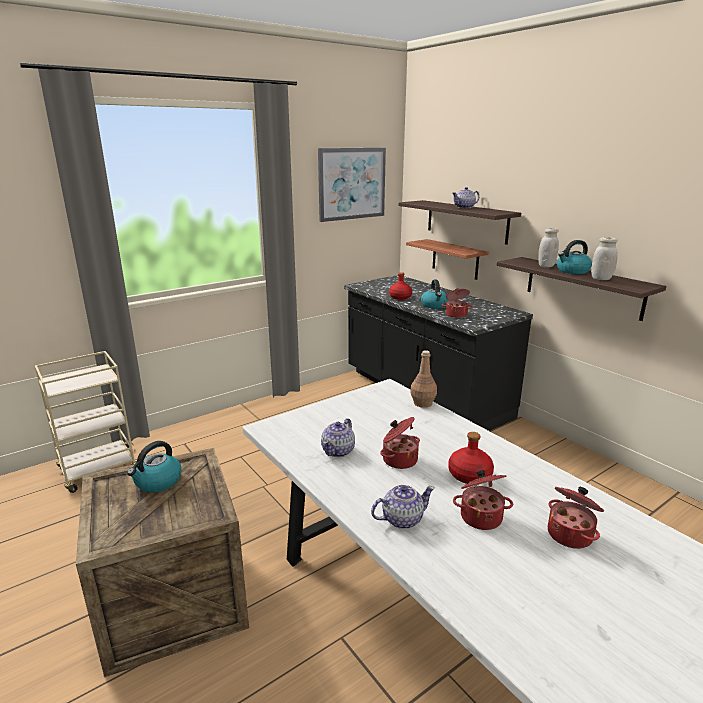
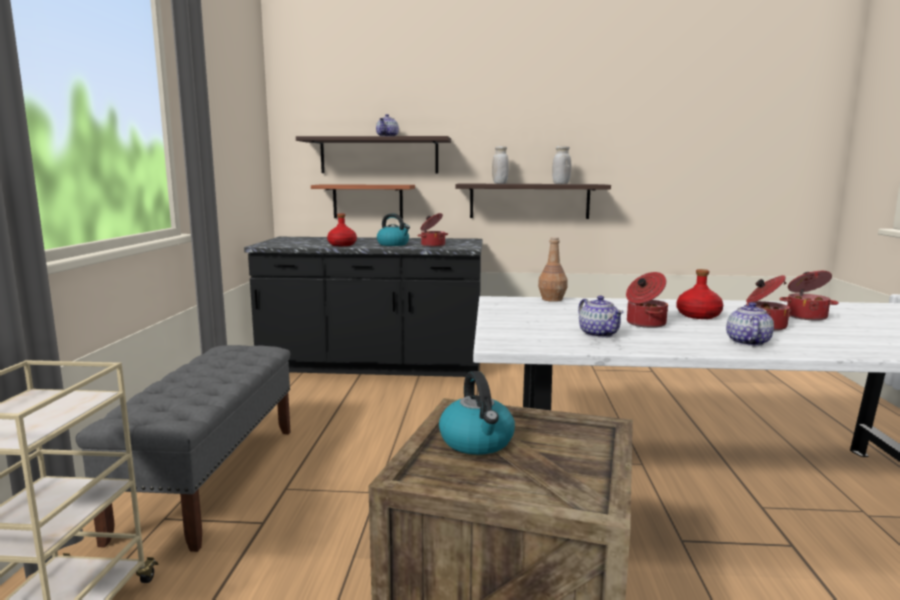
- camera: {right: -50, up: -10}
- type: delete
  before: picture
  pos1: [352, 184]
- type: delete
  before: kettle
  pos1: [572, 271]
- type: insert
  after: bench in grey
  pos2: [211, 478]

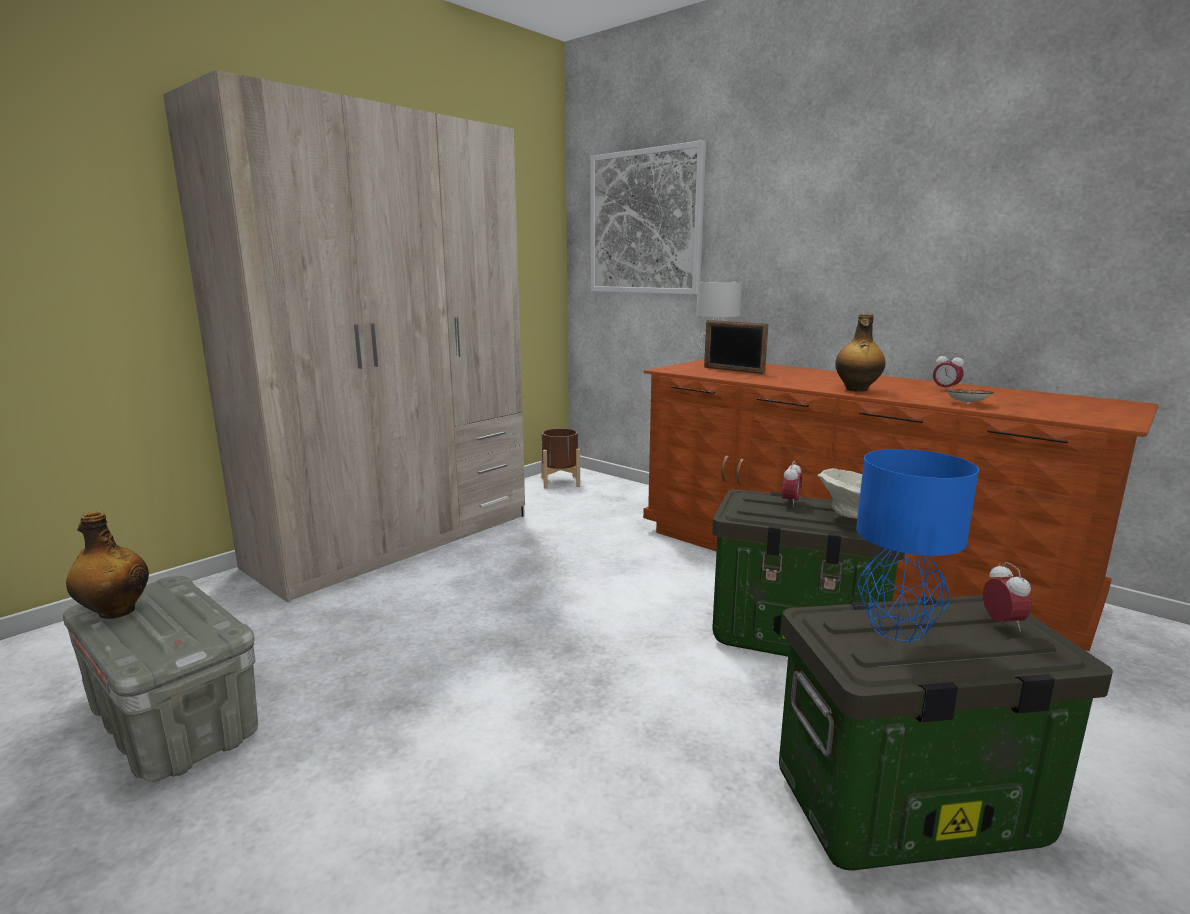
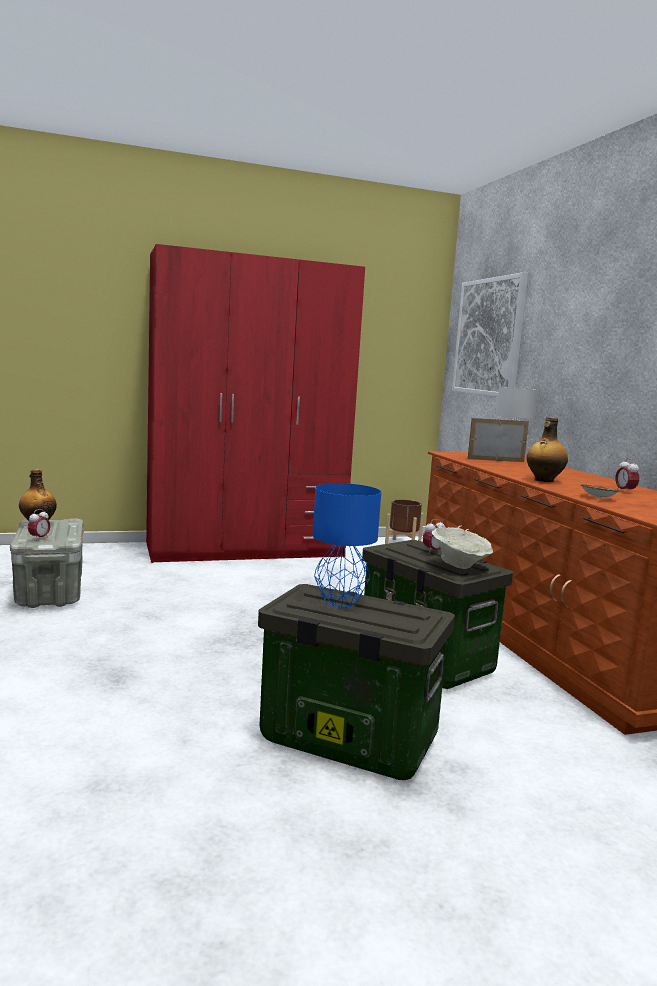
- camera: {right: 30, up: -5}
- type: move
  before: alarm clock
  pos1: [1002, 623]
  pos2: [39, 538]
- type: recolor
  before: wardrobe in beige
  after: wardrobe in red
  pos1: [396, 539]
  pos2: [246, 549]
- type: rotate
  before: picture frame
  pos1: [733, 370]
  pos2: [495, 460]
  turn: 105

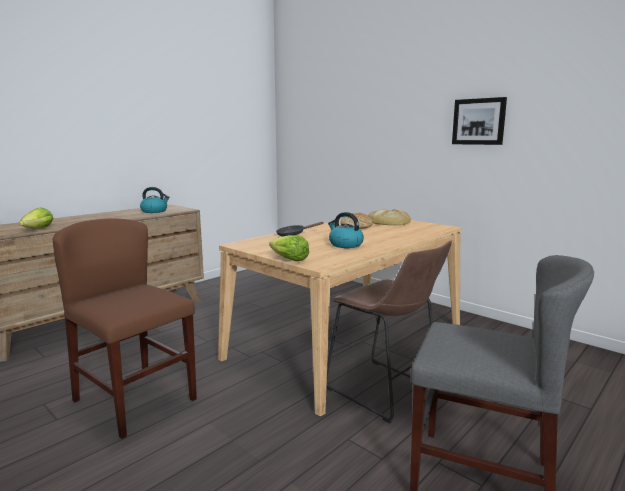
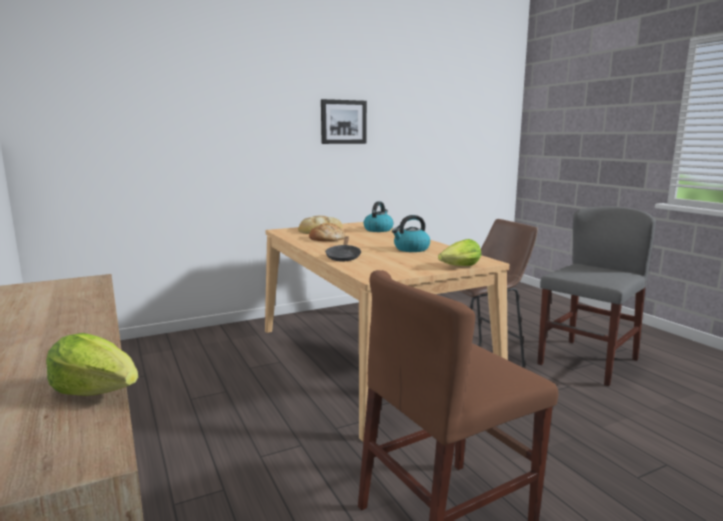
- camera: {right: -70, up: 0}
- type: move
  before: kettle
  pos1: [155, 211]
  pos2: [378, 229]

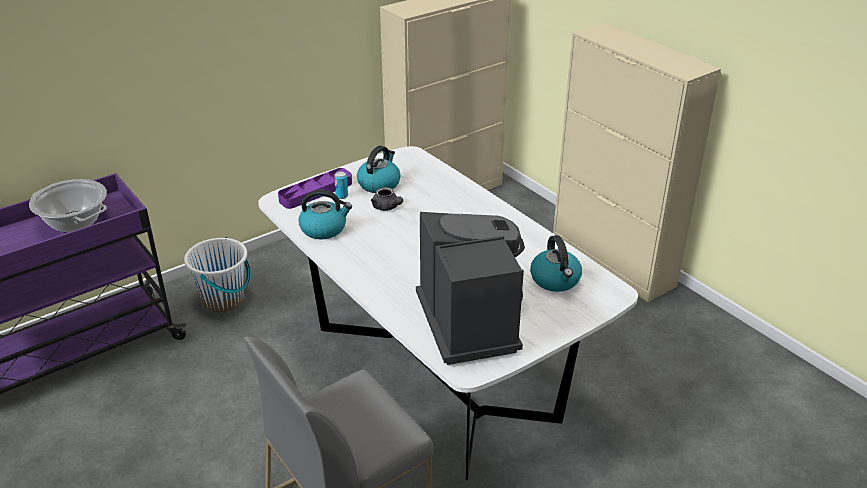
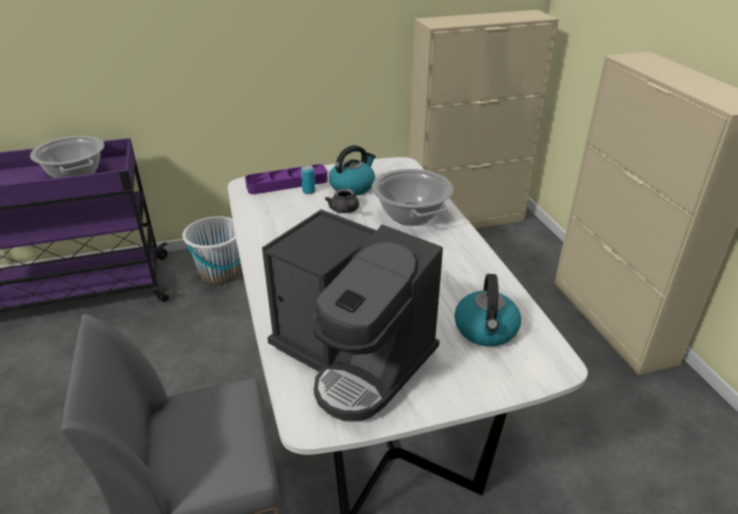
- camera: {right: 20, up: 0}
- type: delete
  before: kettle
  pos1: [324, 229]
- type: insert
  after: cooking pot
  pos2: [411, 215]
- type: rotate
  before: coffee machine
  pos1: [470, 321]
  pos2: [353, 357]
  turn: 120

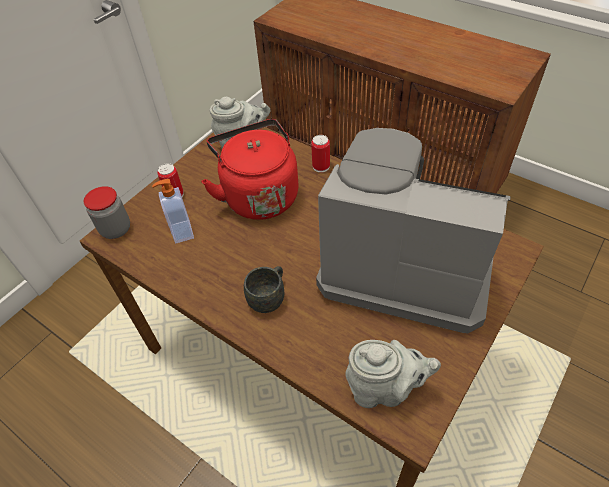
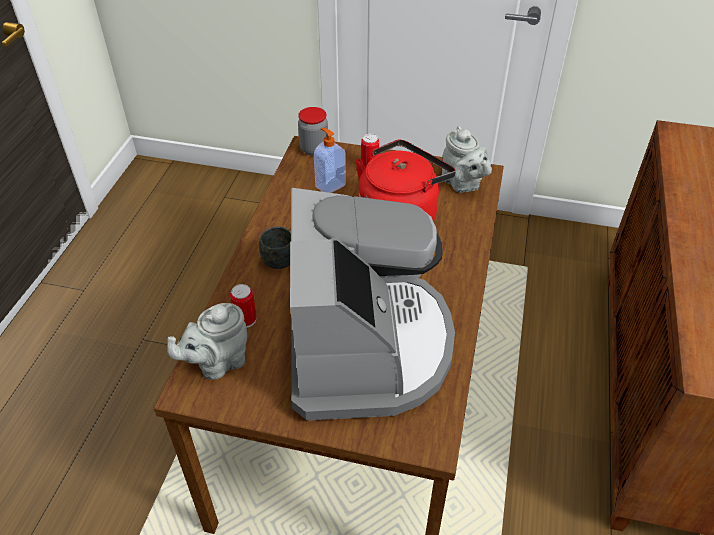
- camera: {right: 65, up: -5}
- type: move
  before: can
  pos1: [321, 166]
  pos2: [245, 320]
- type: rotate
  before: teapot in grey
  pos1: [383, 389]
  pos2: [218, 363]
  turn: 75

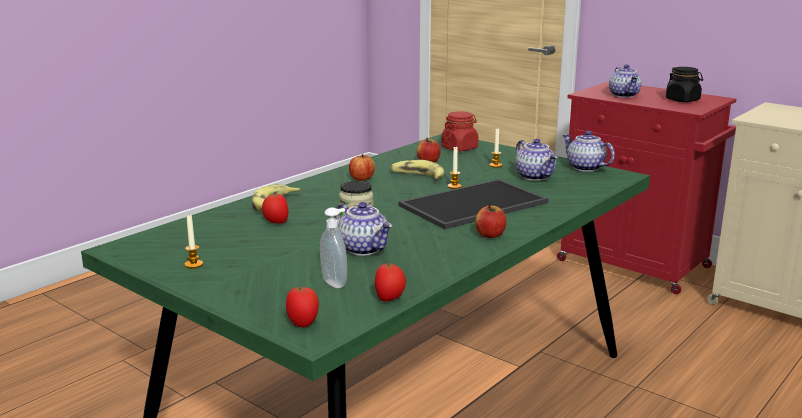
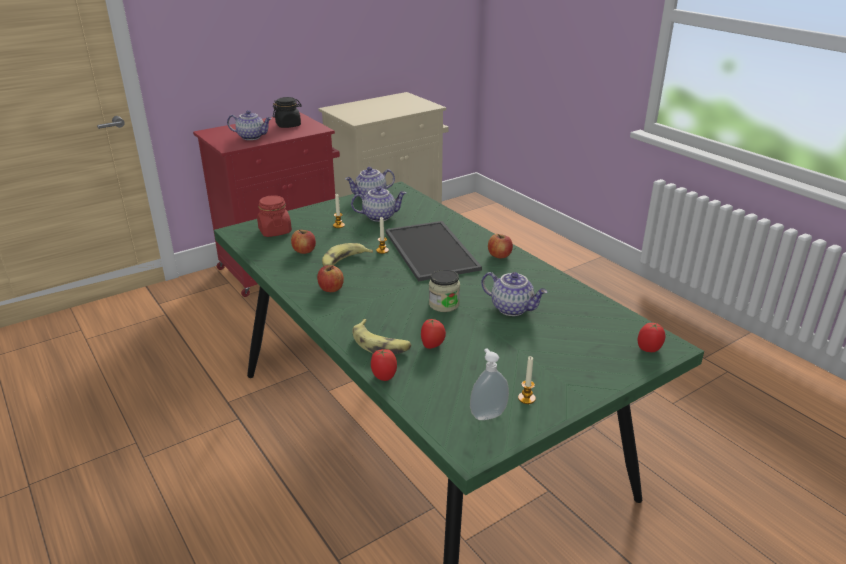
- camera: {right: -75, up: 10}
- type: move
  before: soap dispenser
  pos1: [335, 283]
  pos2: [487, 414]
- type: move
  before: tomato
  pos1: [390, 299]
  pos2: [384, 376]
- type: rotate
  before: teapot
  pos1: [364, 249]
  pos2: [512, 308]
  turn: 60

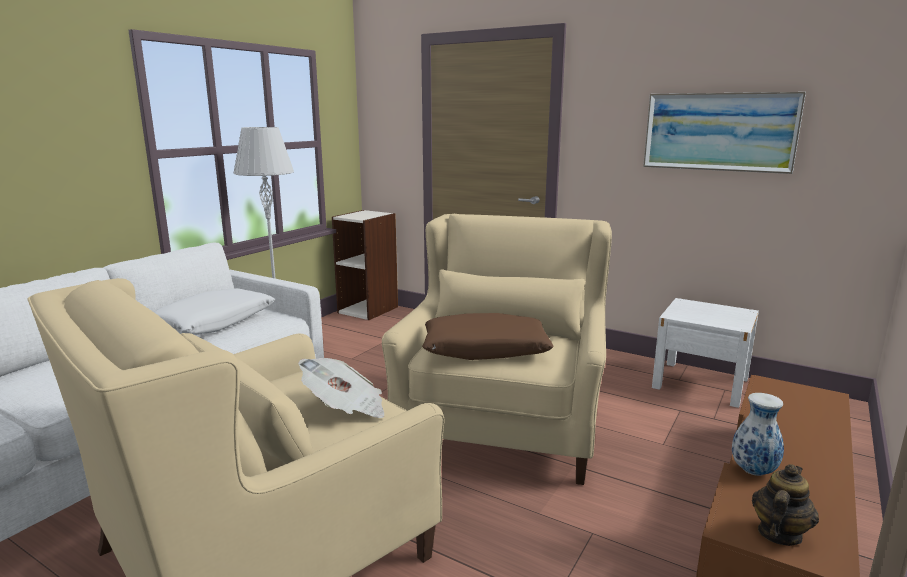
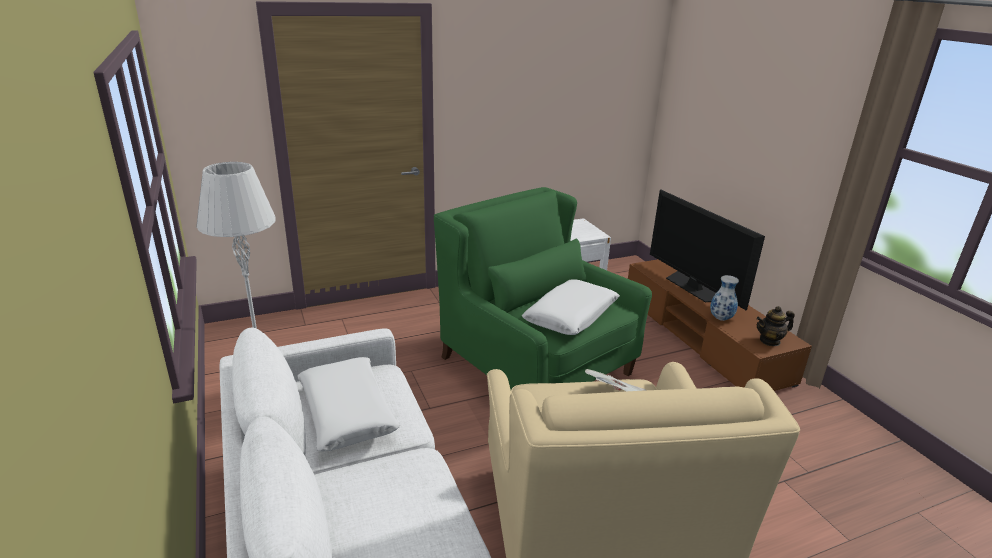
- camera: {right: -55, up: 10}
- type: delete
  before: bookcase
  pos1: [368, 309]
- type: delete
  before: picture
  pos1: [719, 132]
- type: insert
  after: television
  pos2: [694, 288]
- type: recolor
  before: armchair in beige
  after: armchair in green
  pos1: [503, 423]
  pos2: [535, 366]
- type: recolor
  before: pillow in brown
  after: pillow in white
  pos1: [485, 349]
  pos2: [571, 316]
- type: rotate
  before: teapot
  pos1: [778, 533]
  pos2: [770, 341]
  turn: -90

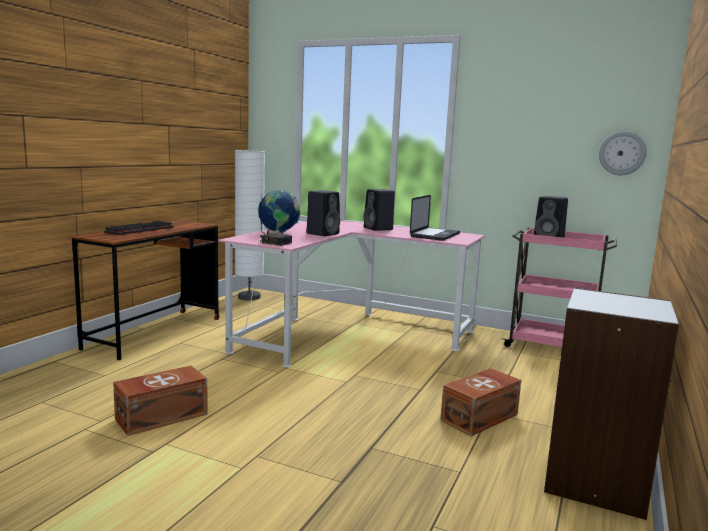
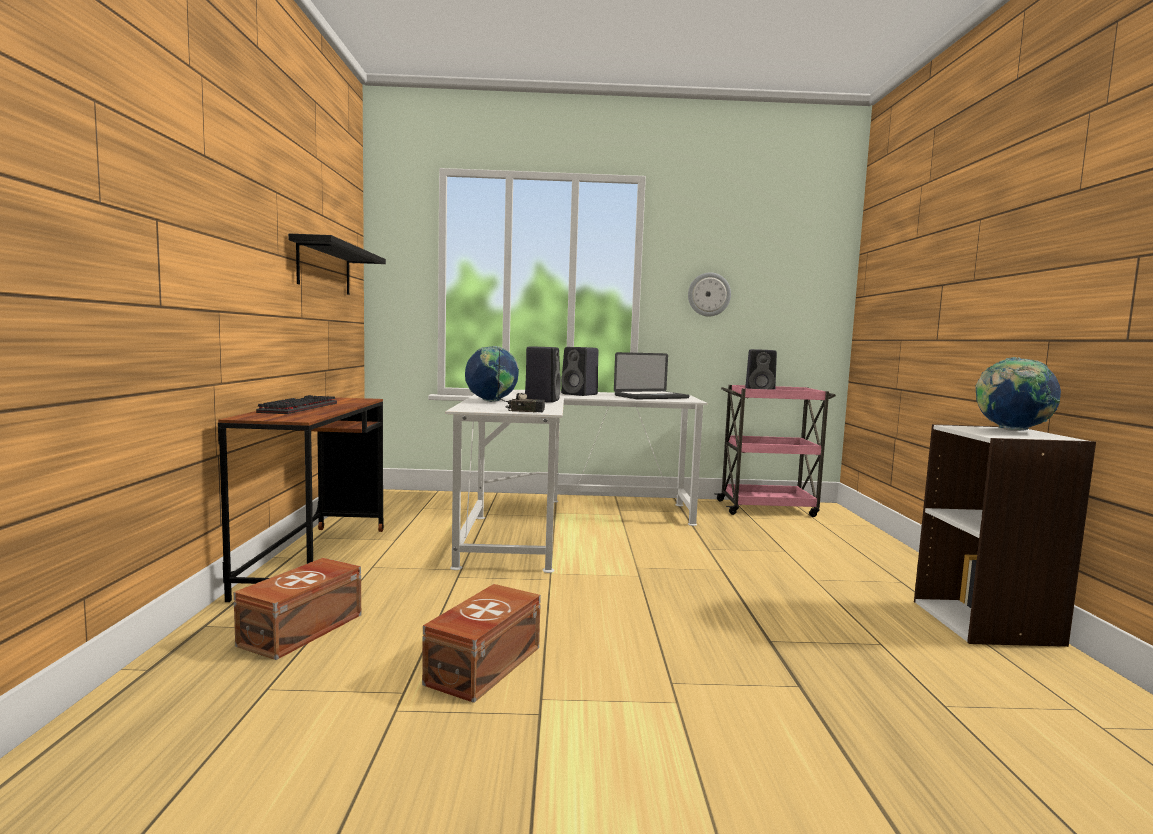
- camera: {right: -25, up: -5}
- type: delete
  before: floor lamp in white
  pos1: [249, 297]
- type: insert
  after: shelf in black
  pos2: [324, 268]
- type: insert
  after: globe
  pos2: [1011, 430]
- type: move
  before: storage box in brown
  pos1: [481, 417]
  pos2: [304, 629]
- type: move
  before: wall clock
  pos1: [622, 153]
  pos2: [709, 294]
- type: recolor
  before: desk in pink
  after: desk in white
  pos1: [348, 332]
  pos2: [561, 523]
- type: rotate
  before: laptop
  pos1: [435, 235]
  pos2: [651, 397]
  turn: 60

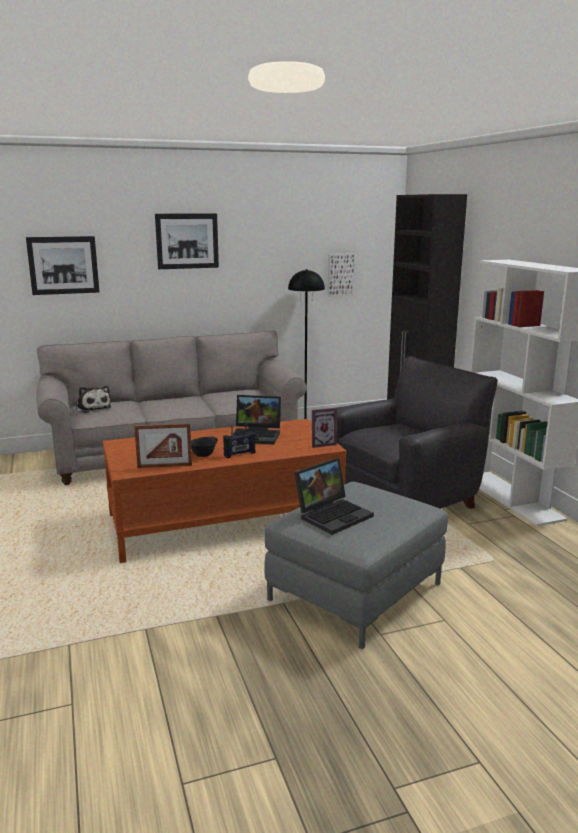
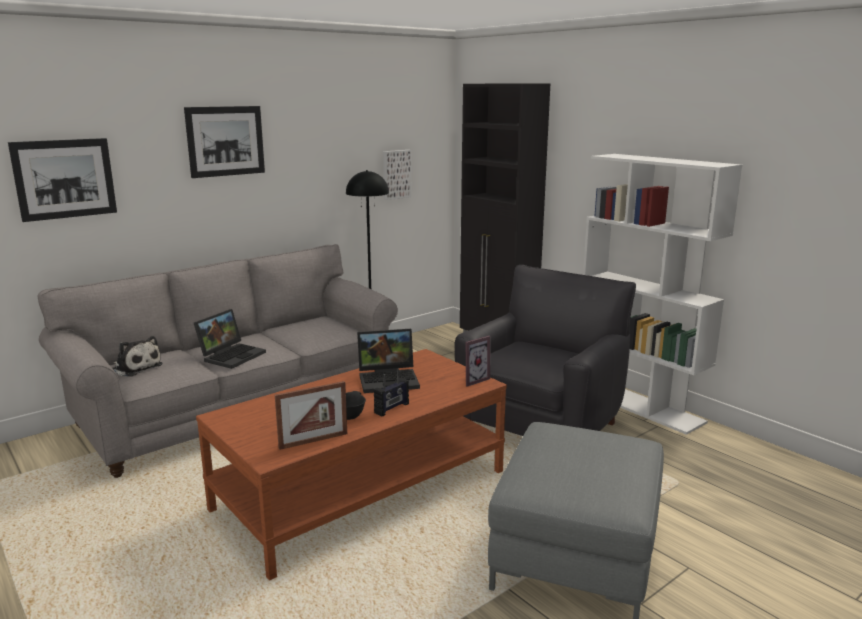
- camera: {right: -20, up: 0}
- type: move
  before: laptop
  pos1: [333, 514]
  pos2: [232, 355]

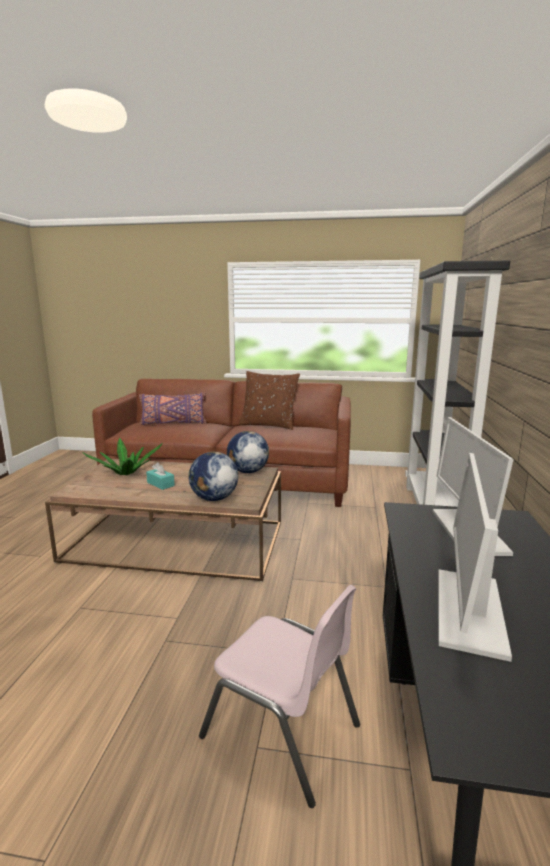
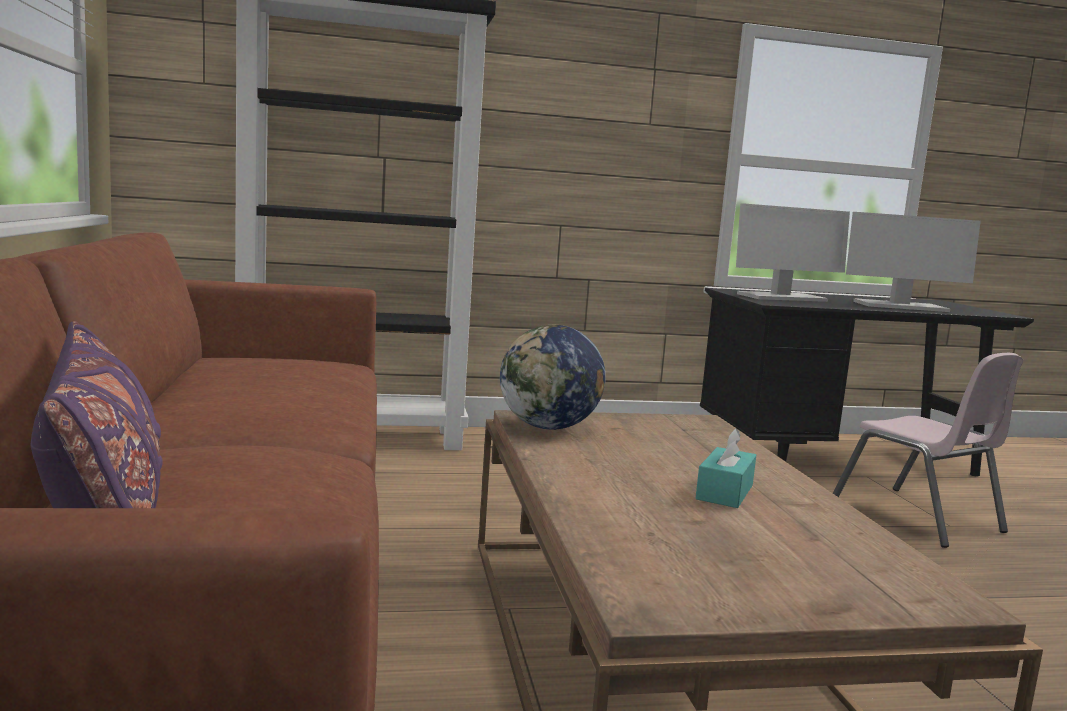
- camera: {right: -110, up: -5}
- type: delete
  before: potted plant
  pos1: [126, 473]
- type: delete
  before: globe
  pos1: [214, 499]
- type: delete
  before: pillow in brown
  pos1: [269, 425]
- type: rotate
  before: chair in pink
  pos1: [282, 731]
  pos2: [917, 517]
  turn: 135

